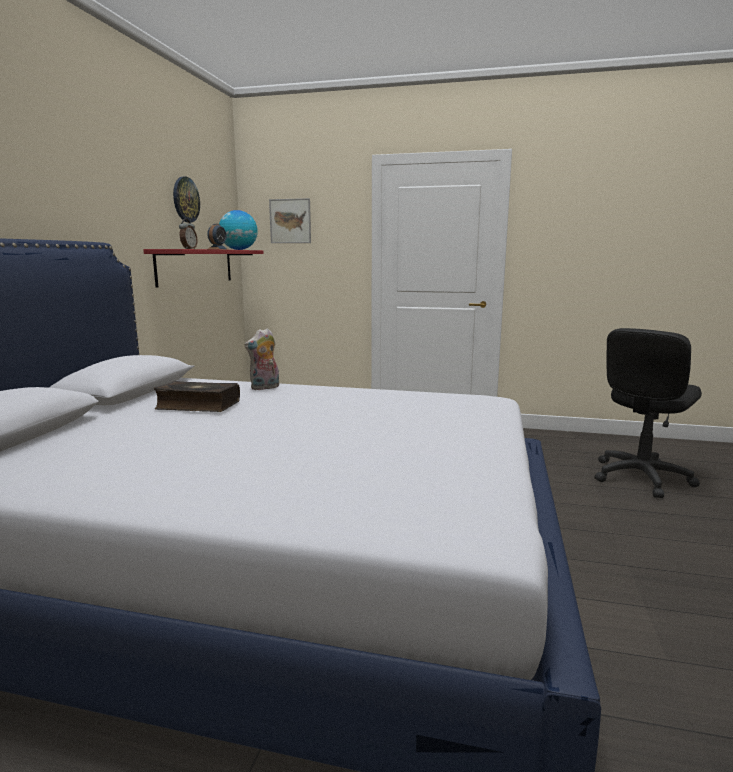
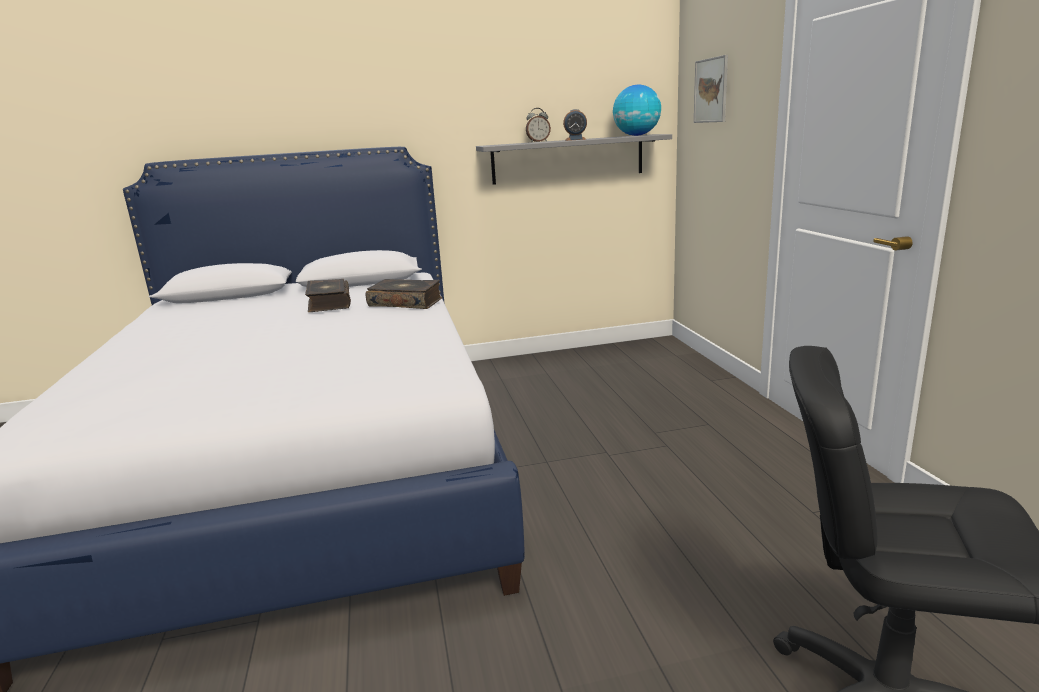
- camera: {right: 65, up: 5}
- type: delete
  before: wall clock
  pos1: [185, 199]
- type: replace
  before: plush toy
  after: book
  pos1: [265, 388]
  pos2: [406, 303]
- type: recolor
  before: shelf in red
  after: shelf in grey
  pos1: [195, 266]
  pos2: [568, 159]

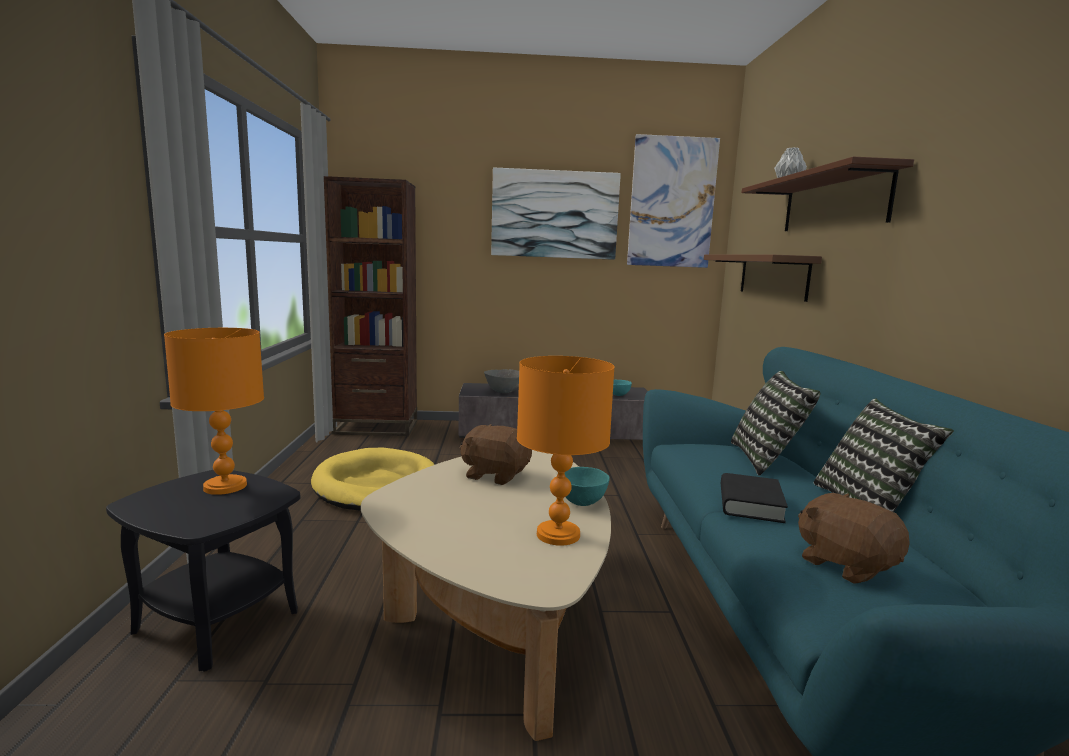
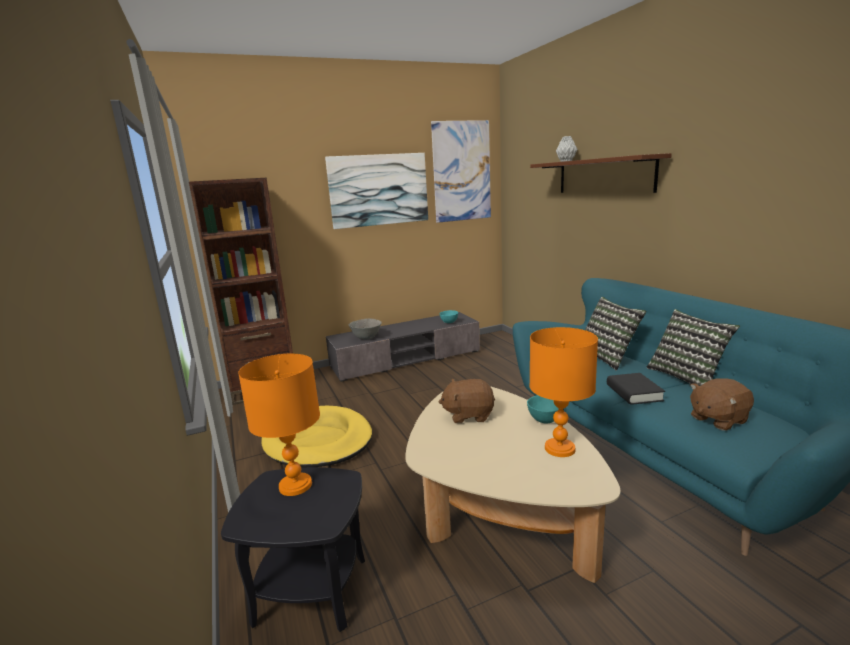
- camera: {right: -20, up: 5}
- type: delete
  before: shelf in brown
  pos1: [772, 276]
- type: rotate
  before: plush toy in brown
  pos1: [846, 564]
  pos2: [717, 419]
  turn: -60

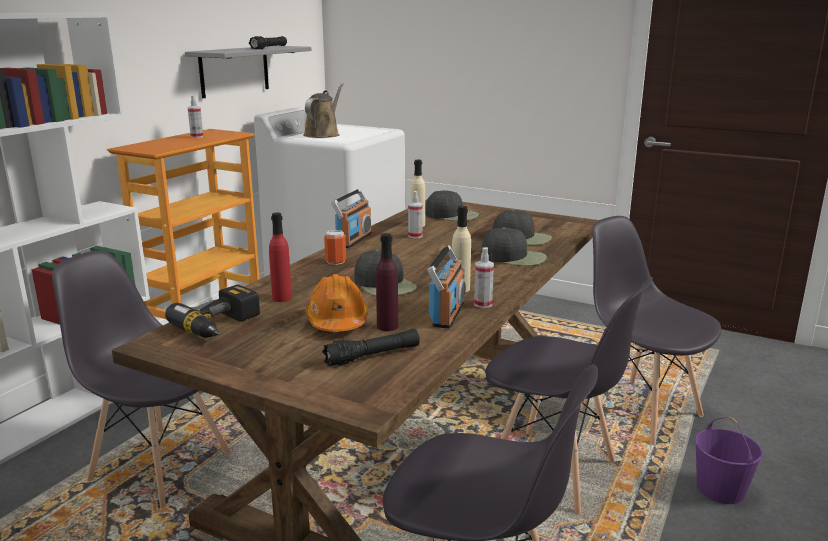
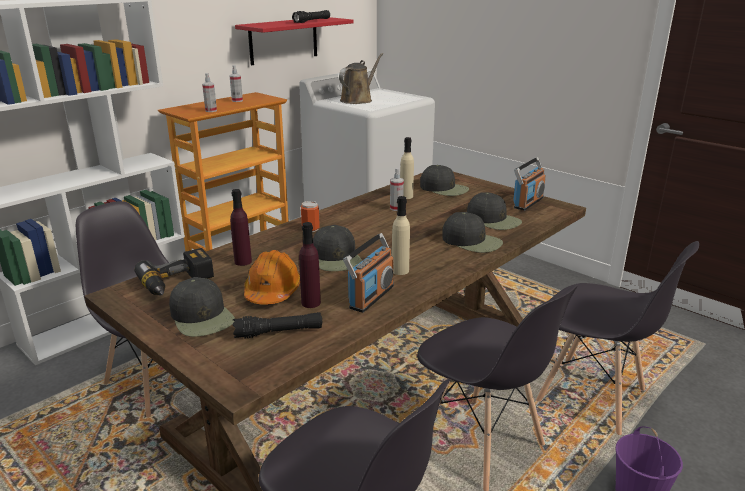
- camera: {right: 15, up: 5}
- type: insert
  after: cap in black
  pos2: [202, 317]
- type: move
  before: radio
  pos1: [354, 240]
  pos2: [528, 202]
- type: move
  before: spray bottle
  pos1: [483, 304]
  pos2: [211, 110]
- type: recolor
  before: shelf in grey
  after: shelf in red
  pos1: [234, 71]
  pos2: [283, 40]
- type: recolor
  before: bottle in red
  after: bottle in purple
  pos1: [282, 298]
  pos2: [243, 261]
- type: rotate
  before: chair in grey
  pos1: [639, 411]
  pos2: [592, 397]
  turn: 150

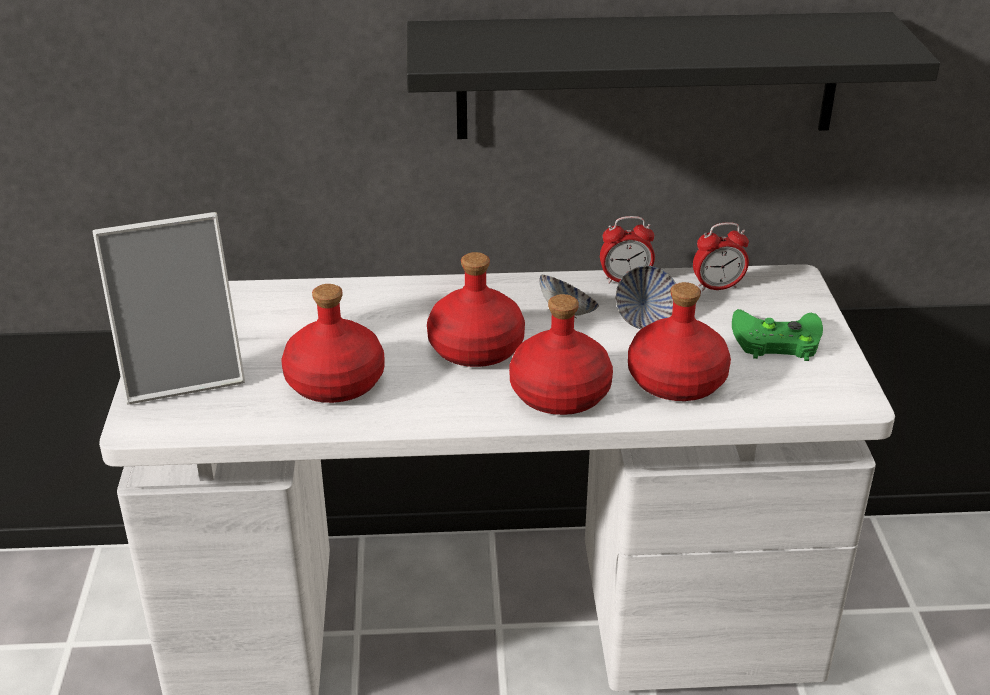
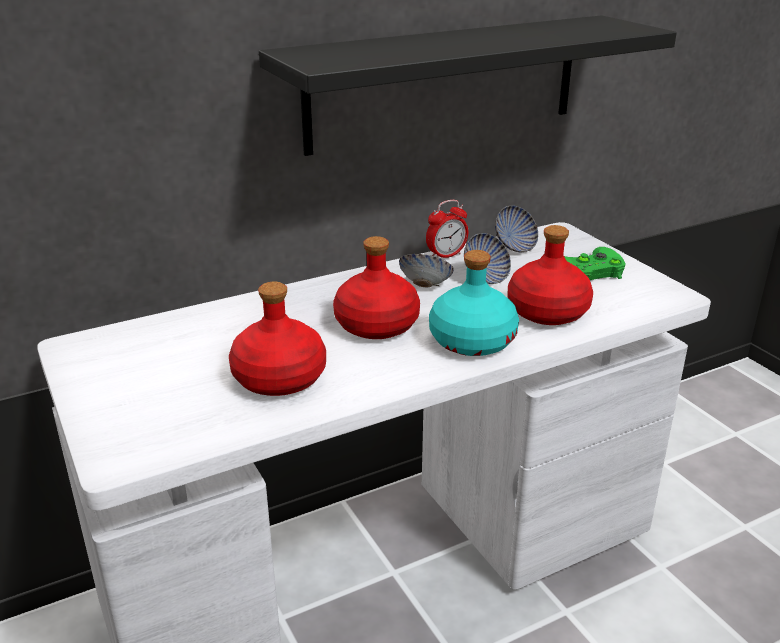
- camera: {right: -25, up: -5}
- type: delete
  before: picture frame
  pos1: [183, 372]
- type: replace
  before: alarm clock
  after: bowl
  pos1: [717, 287]
  pos2: [514, 247]
- type: recolor
  before: bottle in red
  after: bottle in turquoise
  pos1: [559, 393]
  pos2: [471, 340]

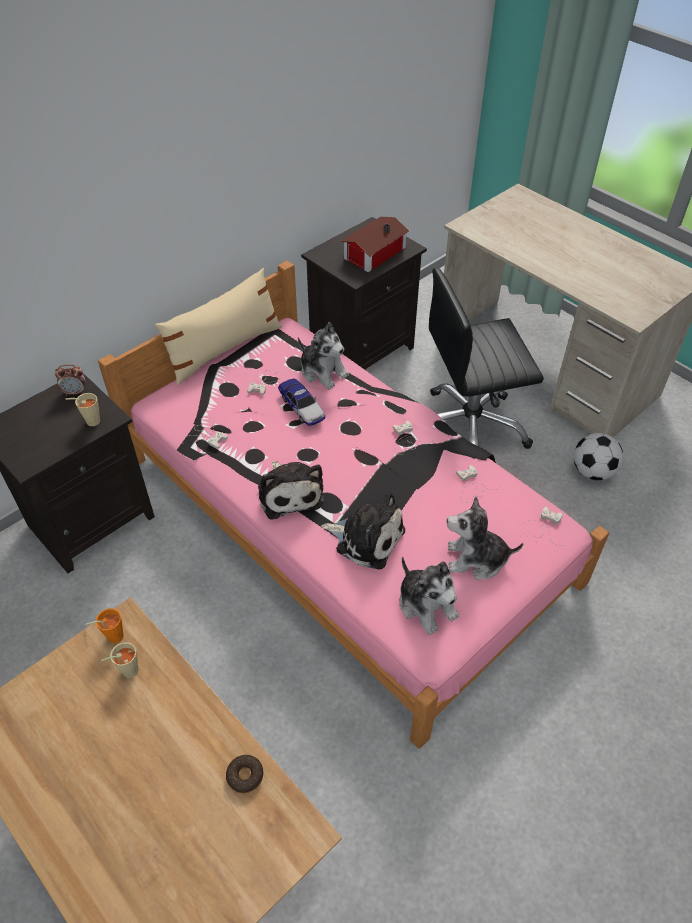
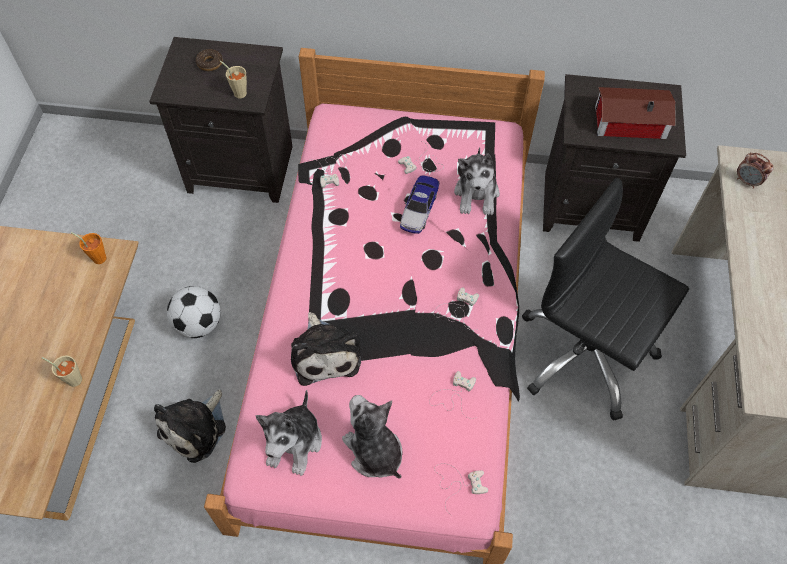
- camera: {right: 50, up: 10}
- type: delete
  before: pillow in beige
  pos1: [224, 349]
- type: move
  before: alarm clock
  pos1: [75, 392]
  pos2: [747, 181]
- type: move
  before: cup in beige
  pos1: [126, 671]
  pos2: [71, 378]
- type: move
  before: donut
  pos1: [245, 776]
  pos2: [210, 63]
- type: move
  before: plush toy
  pos1: [289, 493]
  pos2: [196, 427]
- type: move
  before: football
  pos1: [592, 472]
  pos2: [199, 324]

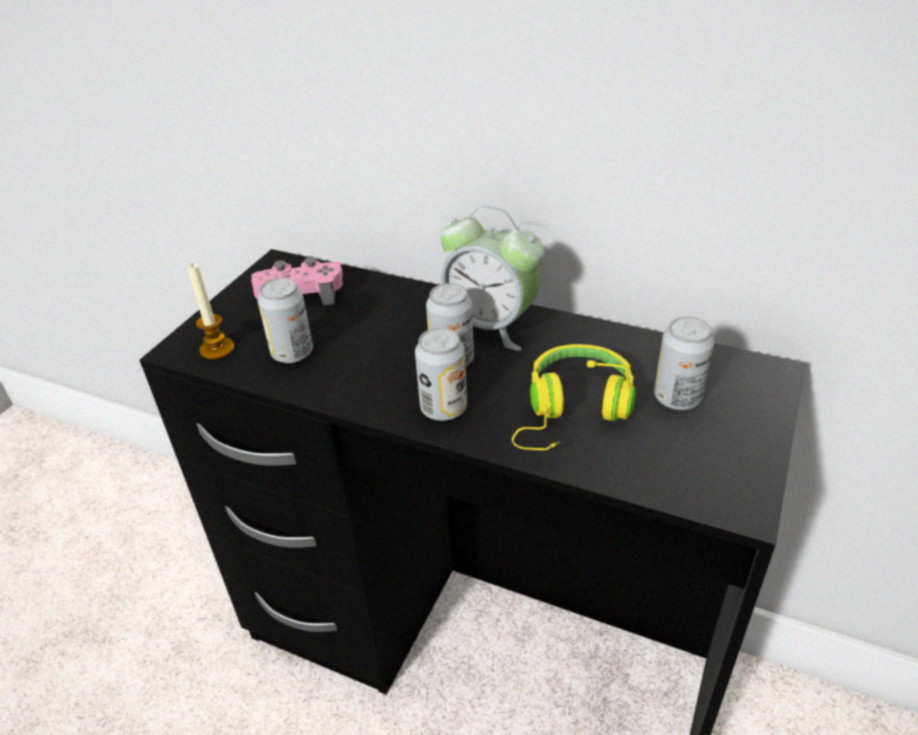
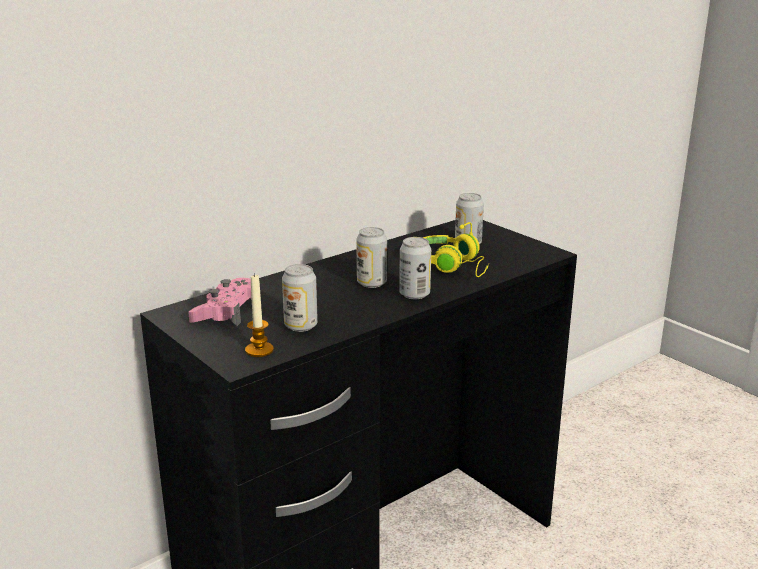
- camera: {right: -65, up: -15}
- type: delete
  before: alarm clock
  pos1: [491, 326]

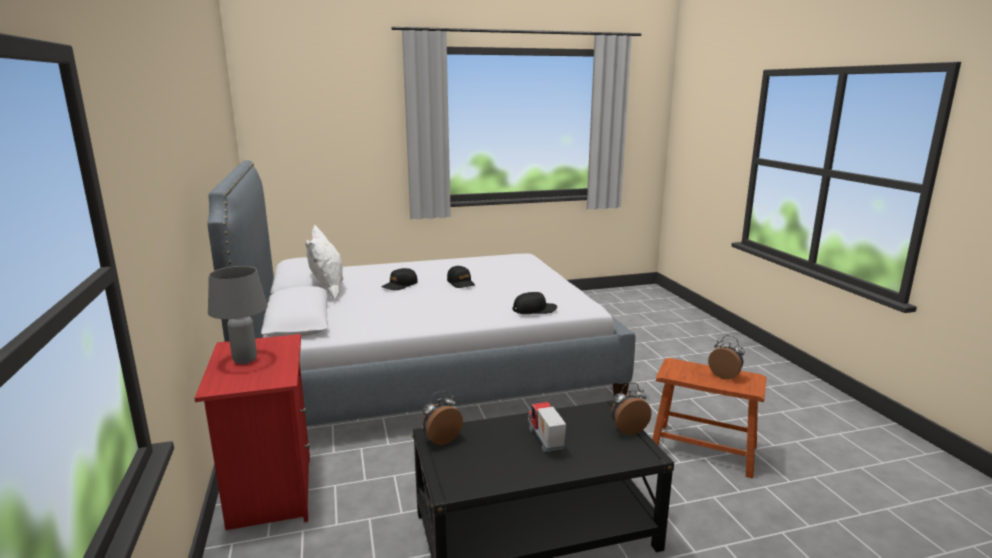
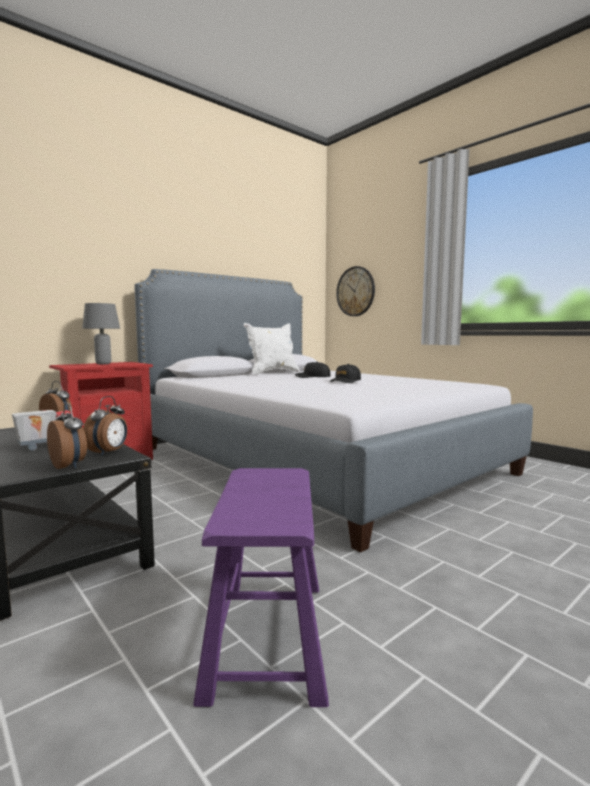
- camera: {right: 65, up: -10}
- type: delete
  before: cap in black
  pos1: [534, 310]
- type: insert
  after: wall clock
  pos2: [355, 291]
- type: move
  before: alarm clock
  pos1: [725, 376]
  pos2: [109, 452]
- type: recolor
  before: stool in brown
  after: stool in purple
  pos1: [703, 449]
  pos2: [268, 635]

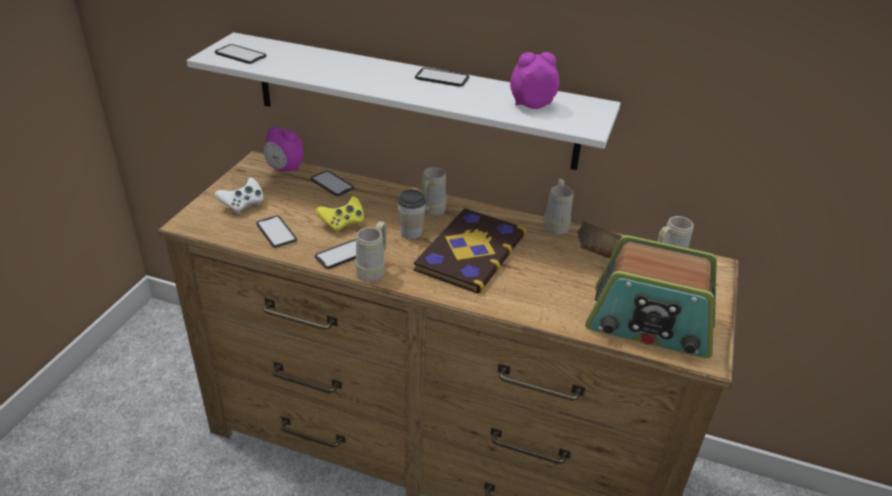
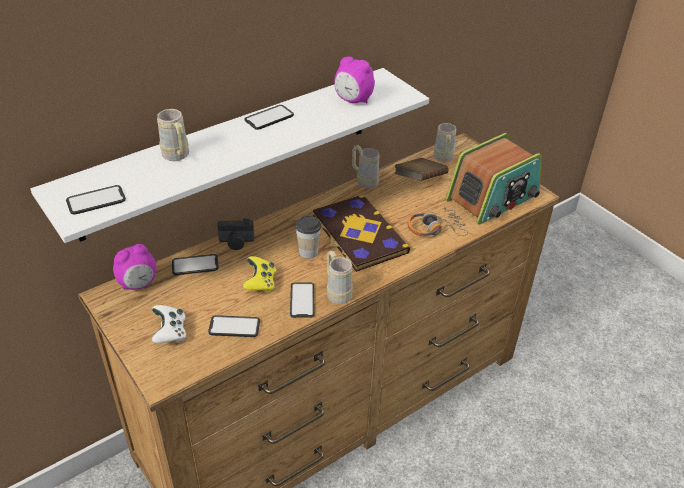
- camera: {right: -55, up: 5}
- type: insert
  after: photo camera
  pos2: [236, 242]
- type: insert
  after: headphones
  pos2: [435, 229]
- type: move
  before: mug in beige
  pos1: [430, 212]
  pos2: [177, 157]
- type: rotate
  before: alarm clock
  pos1: [531, 104]
  pos2: [353, 100]
  turn: -90

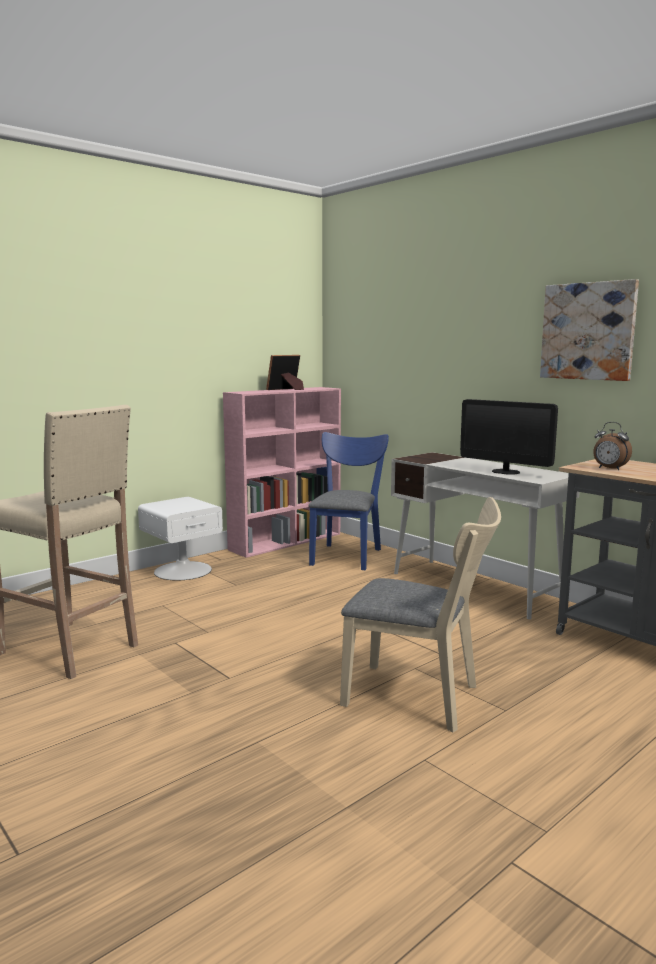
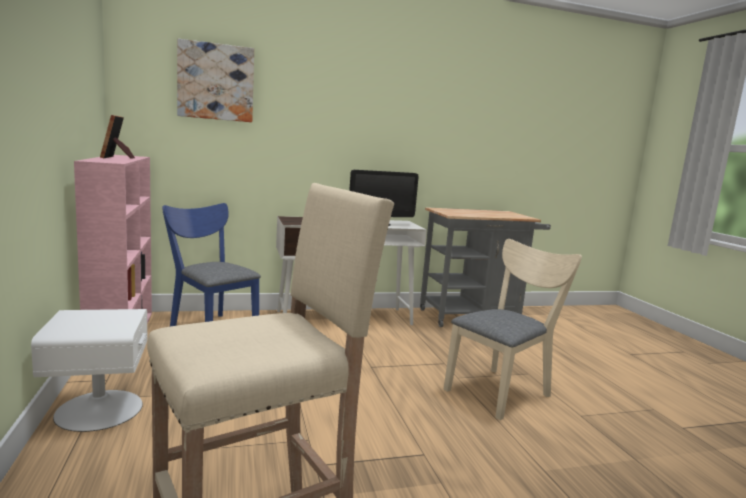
- camera: {right: -65, up: 0}
- type: delete
  before: alarm clock
  pos1: [609, 469]
- type: move
  before: picture
  pos1: [588, 331]
  pos2: [216, 82]

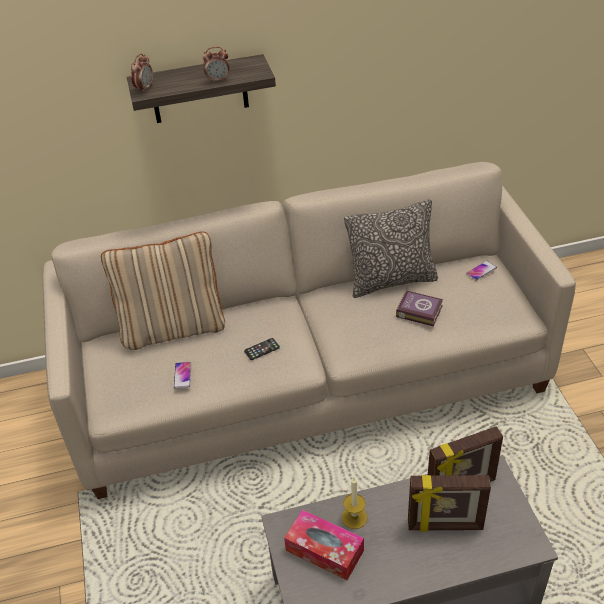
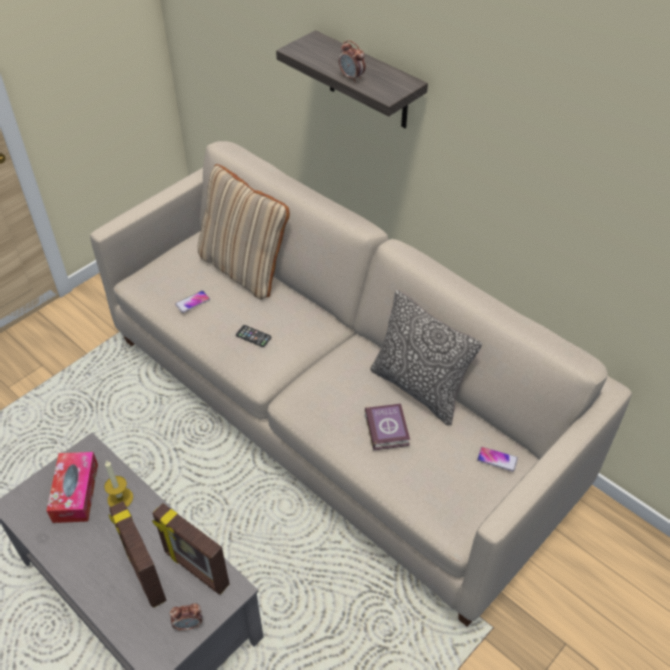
- camera: {right: 55, up: 5}
- type: move
  before: alarm clock
  pos1: [144, 88]
  pos2: [189, 624]

